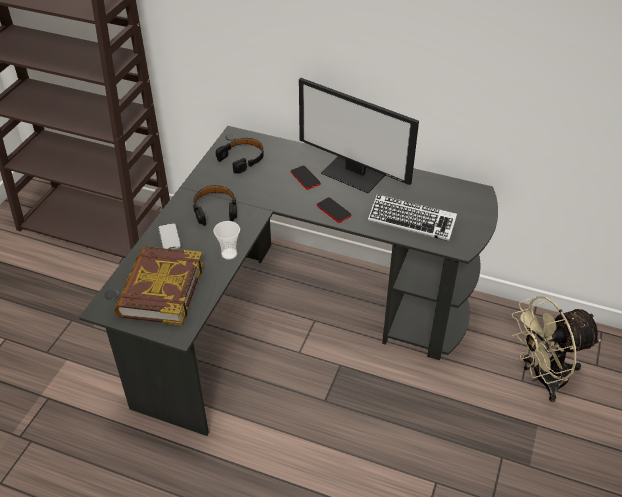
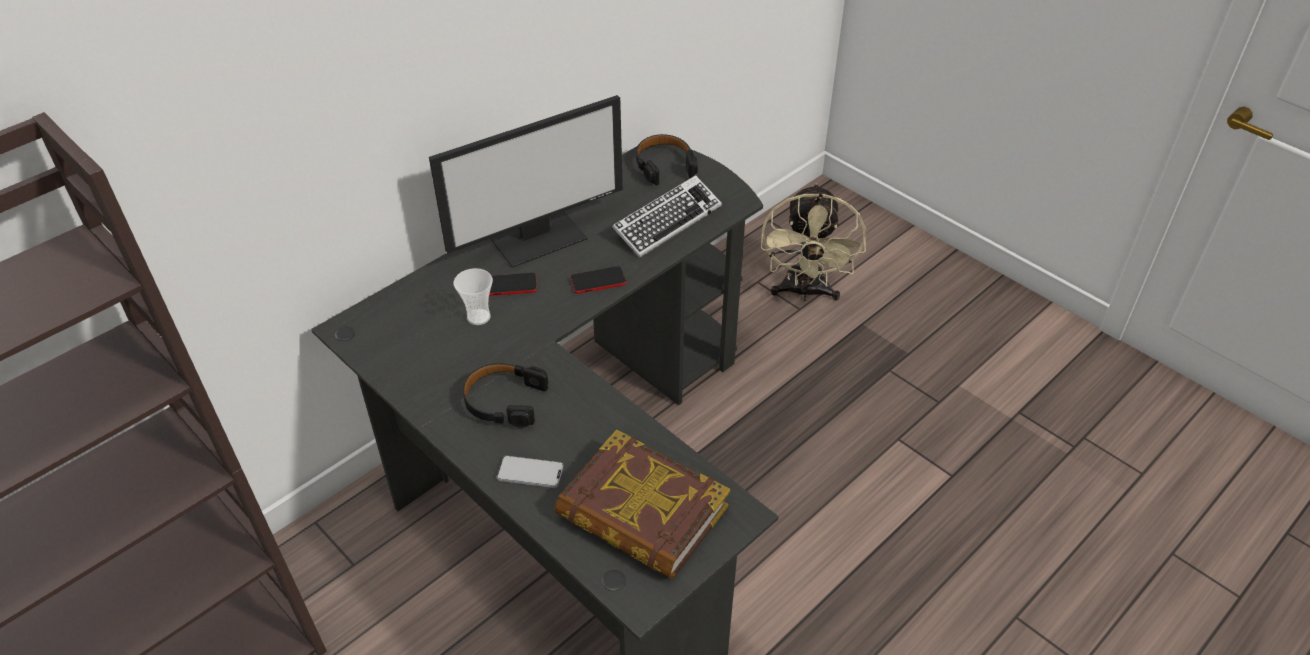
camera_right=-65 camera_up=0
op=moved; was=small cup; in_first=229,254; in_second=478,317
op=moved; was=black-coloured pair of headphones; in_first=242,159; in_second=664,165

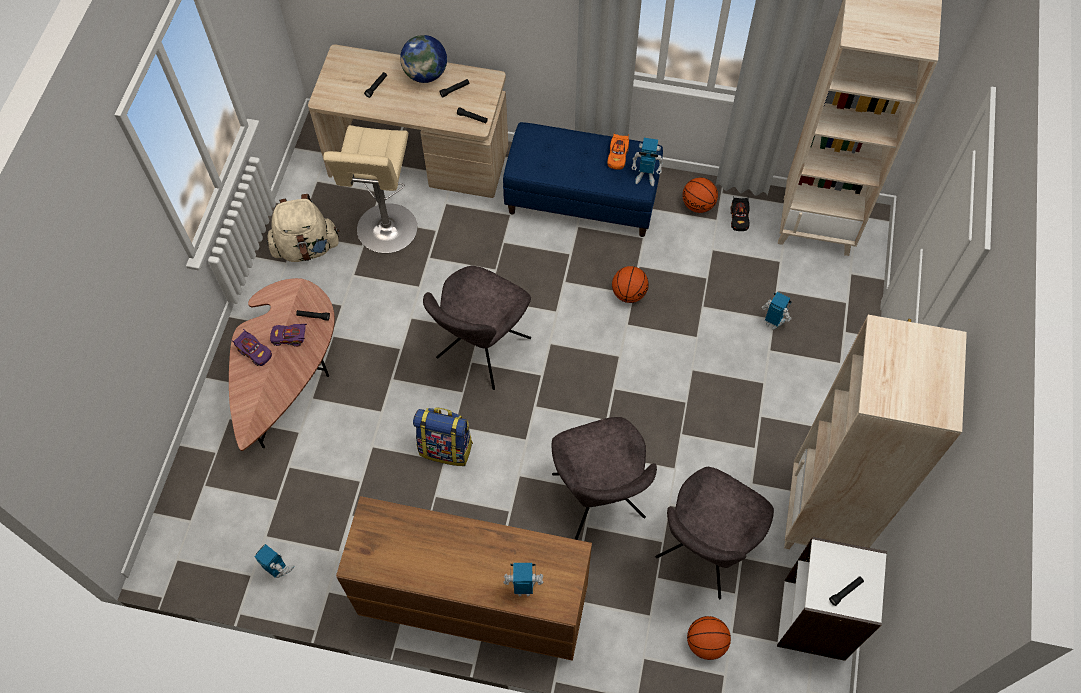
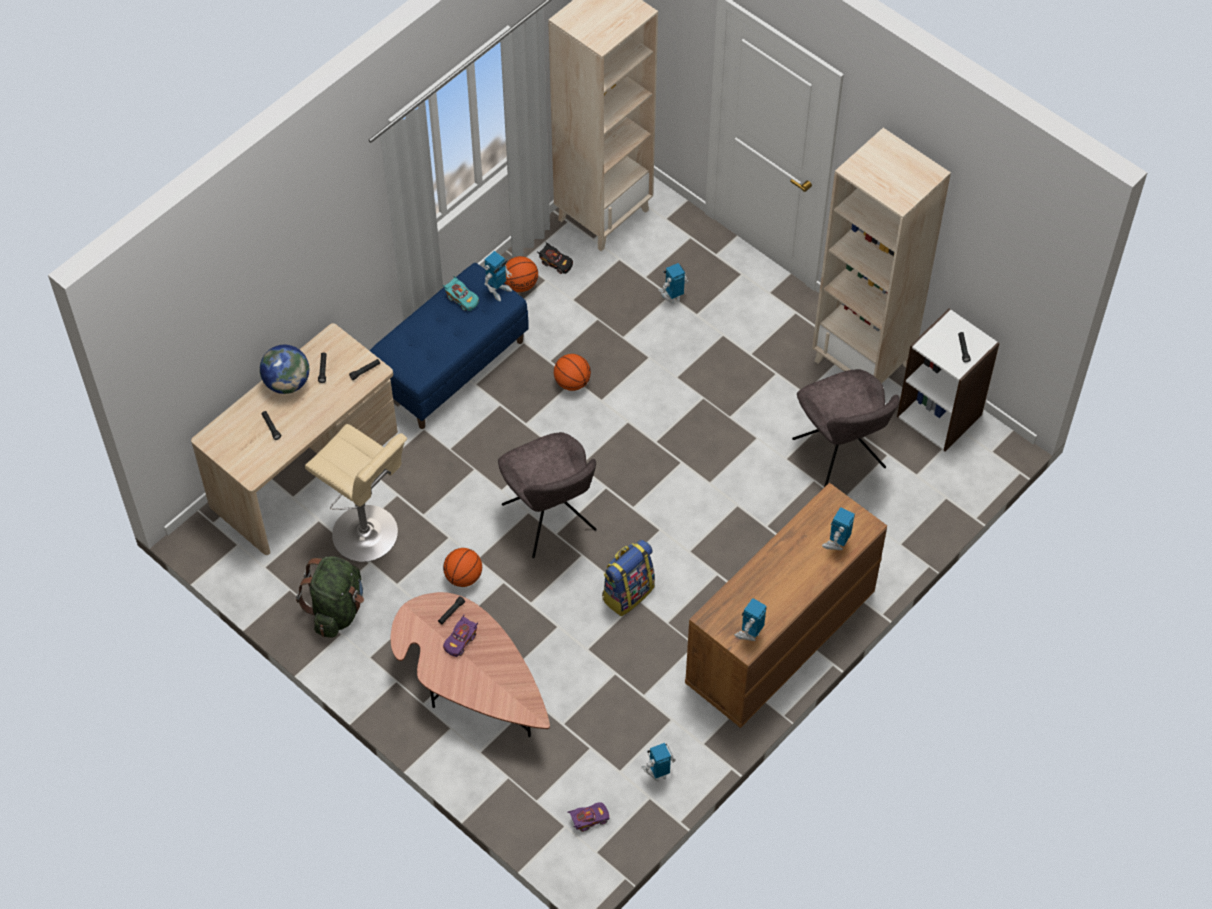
camera_right=-60 camera_up=-5
op=removed; was=grey plain chair; in_first=599,499
op=added; now=robot figure; in_second=749,633
op=moved; was=purple-coloured miniature car; in_first=254,352; in_second=589,819
op=moved; was=ball for basketball; in_first=705,643; in_second=463,577
op=recoloured; was=beige-coloured knapsack; now=green-coloured knapsack; in_first=306,247; in_second=337,609
op=recoloured; was=orange-coloured miniature car; now=turquoise-coloured miniature car; in_first=617,156; in_second=462,299

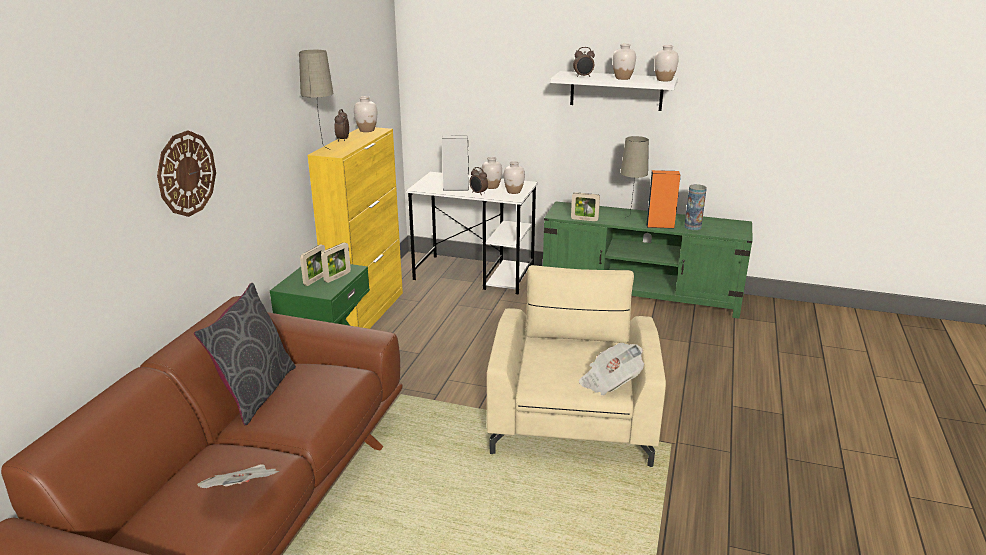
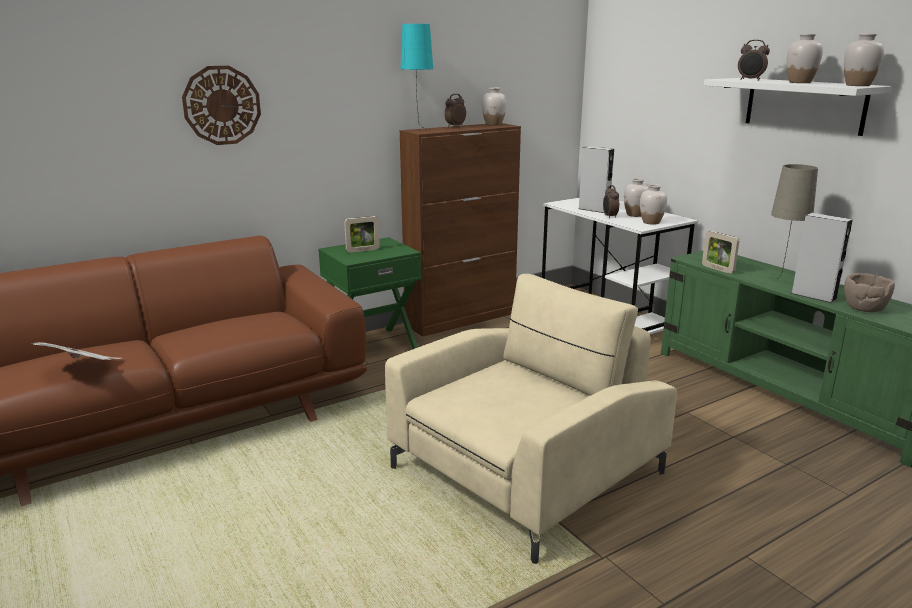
camera_right=40 camera_up=-5
op=removed; was=grey throw pillow; in_first=256,393
op=removed; was=standing frame; in_first=337,277
op=removed; was=daily paper; in_first=609,382
op=replaced; was=vase; now=brown-coloured bowl; in_first=692,227; in_second=864,308
op=recoloured; was=beige-coloured table lamp; now=turquoise-coloured table lamp; in_first=322,151; in_second=417,129
op=recoloured; was=yellowish storage cabinet; now=brown-coloured storage cabinet; in_first=367,313; in_second=461,319
op=recoloured; was=orange-coloured loudspeaker; now=grey loudspeaker; in_first=660,226; in_second=813,296

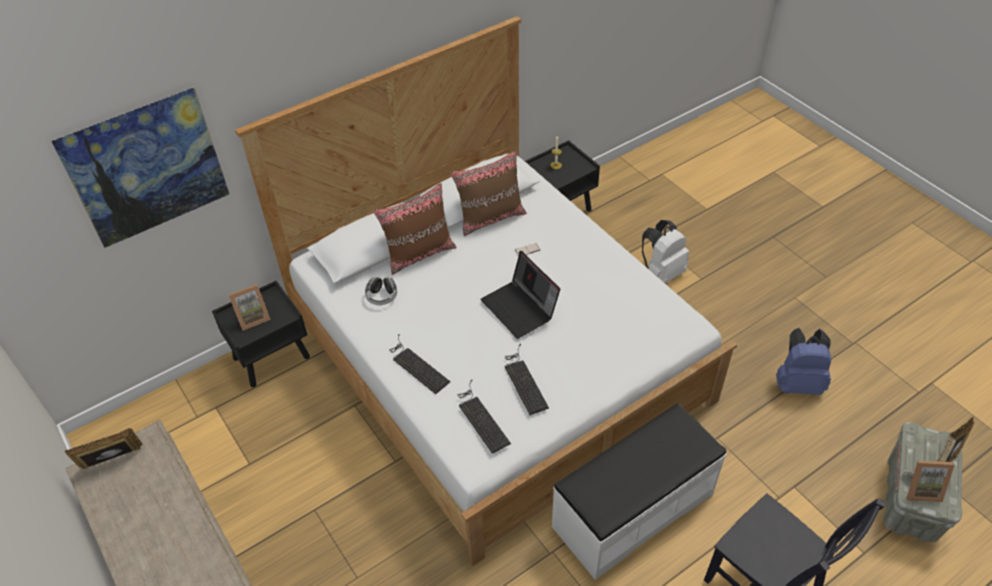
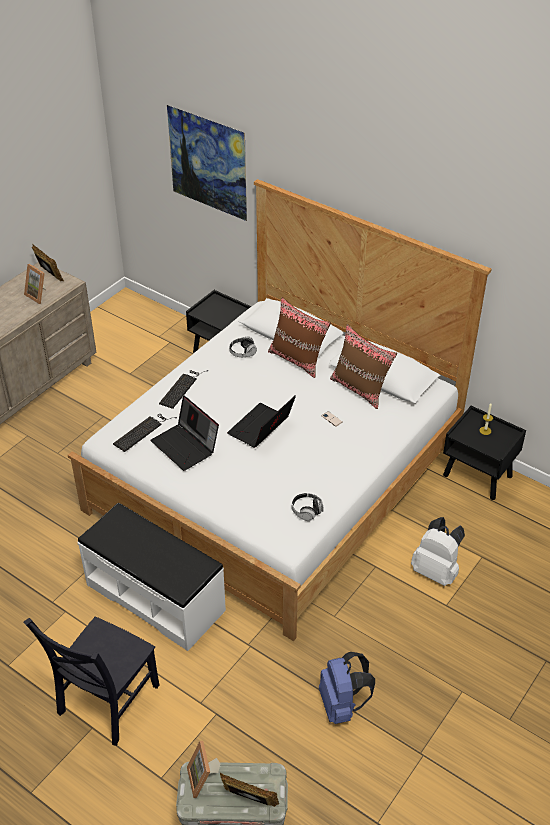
camera_right=70 camera_up=-5
op=added; now=pair of headphones; in_second=306,511
op=moved; was=standing frame; in_first=252,317; in_second=39,295
op=replaced; was=PC keyboard; now=notebook computer; in_first=524,380; in_second=186,446

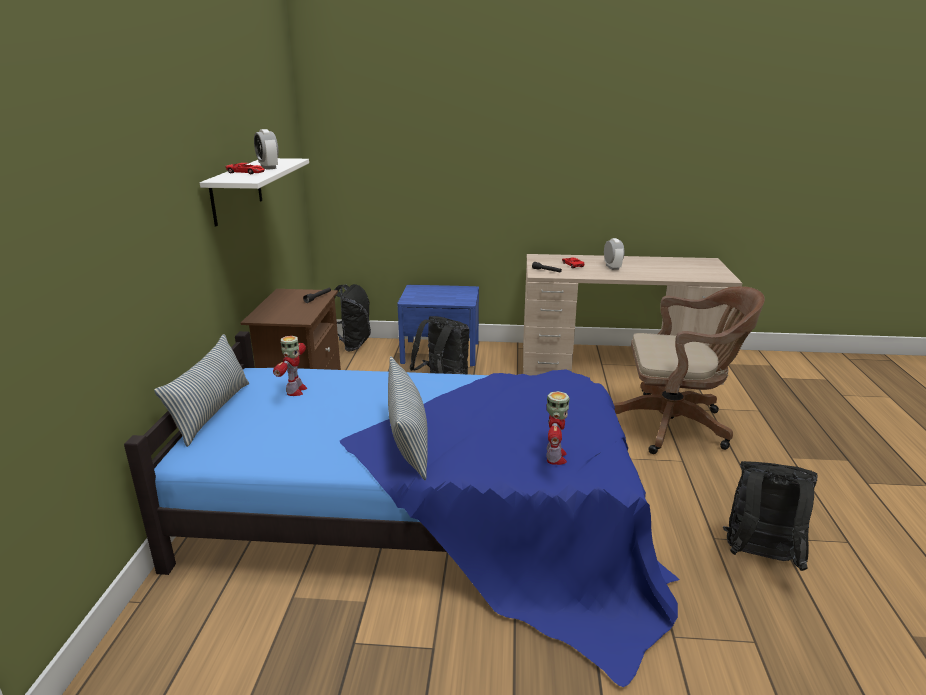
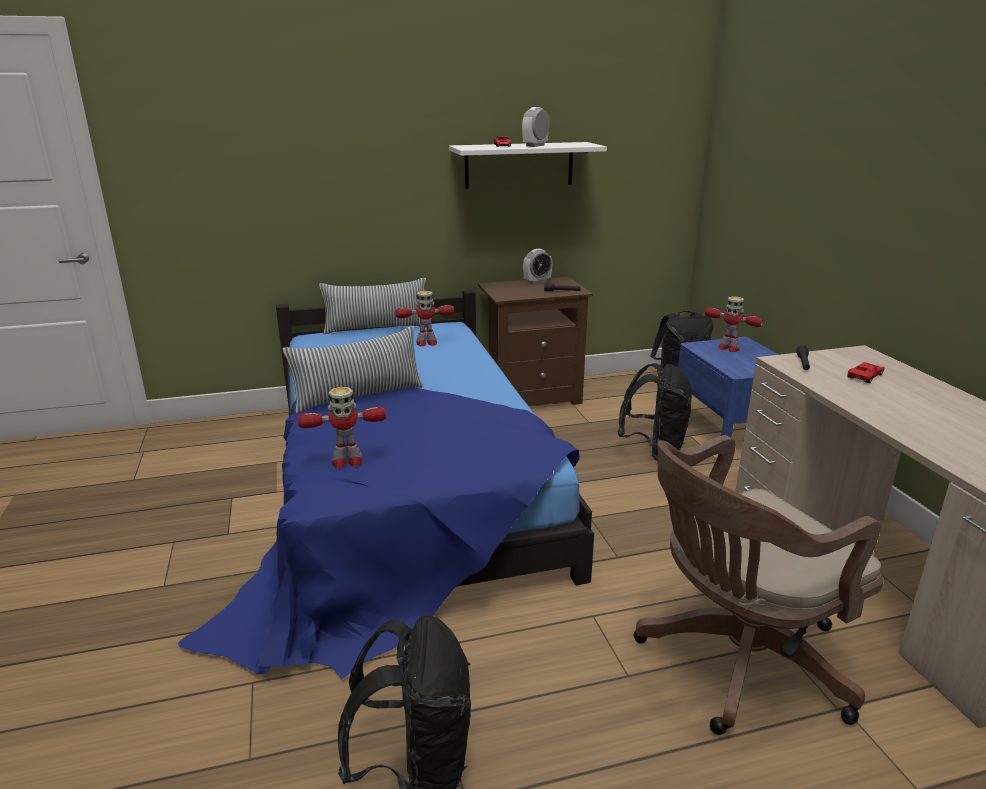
camera_right=70 camera_up=0
op=added; now=robot figure; in_second=728,348
op=moved; was=bedside clock; in_first=612,267; in_second=537,281
op=turned; was=brown-coloured desk chair; in_first=675,425; in_second=735,662; clockwise=75

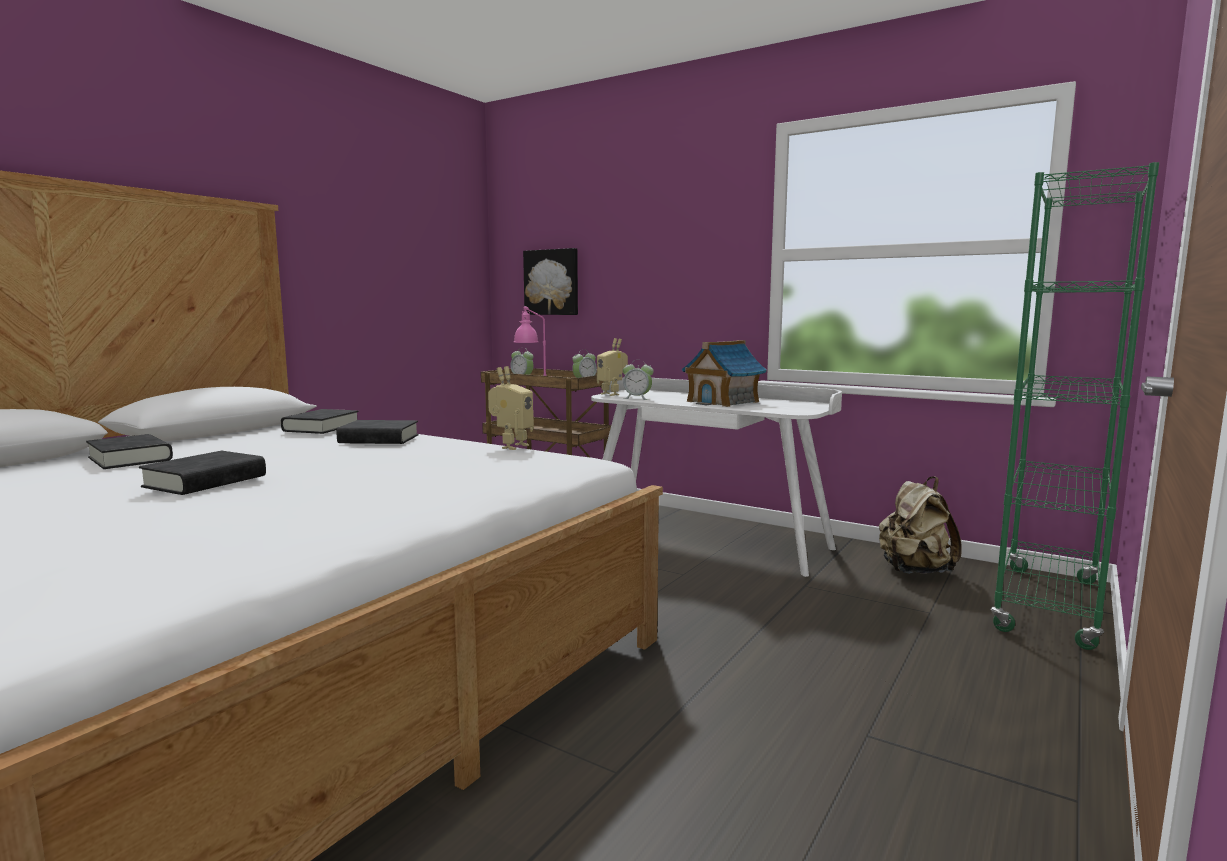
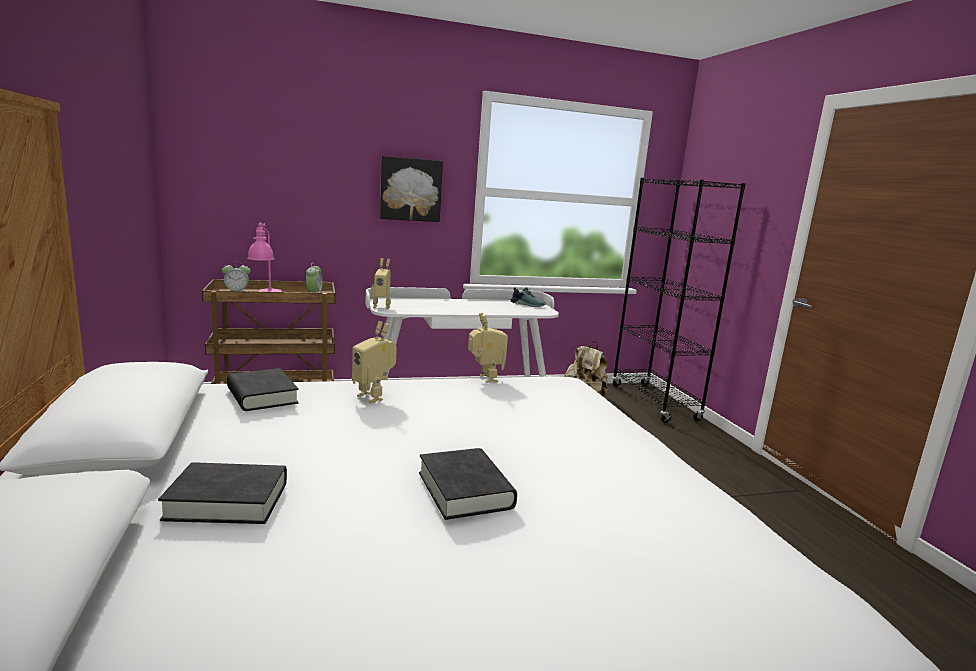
camera_right=-50 camera_up=5
op=removed; was=bedside clock; in_first=637,398
op=removed; was=toy house; in_first=723,401
op=added; now=shoe; in_second=528,304
op=moved; was=wall picture; in_first=552,282; in_second=410,189
op=replaced; was=black-coloured book; now=robot figure; in_first=379,439; in_second=373,397
op=recoloured; was=green-coloured bookshelf; now=black-coloured bookshelf; in_first=1048,606; in_second=654,402

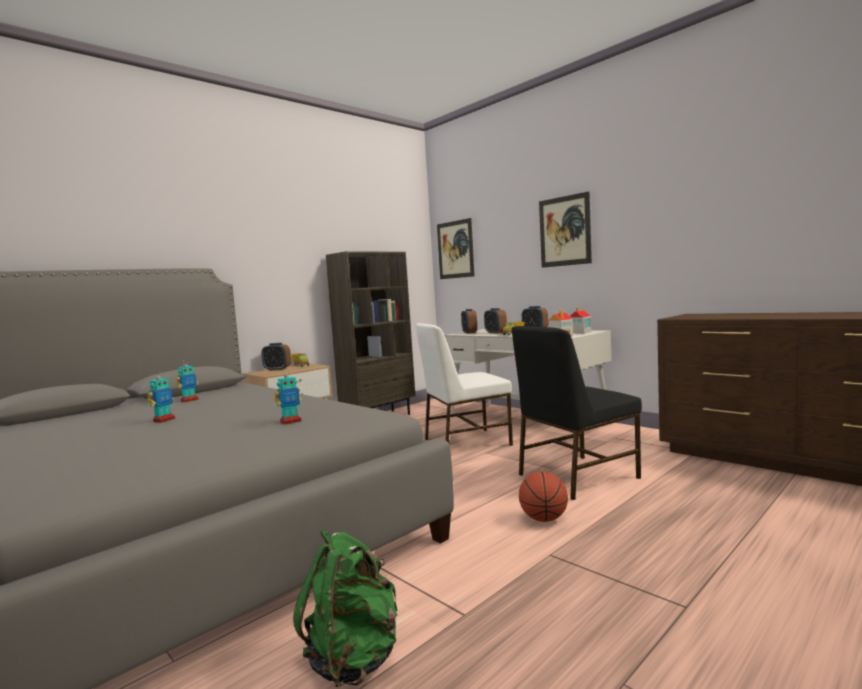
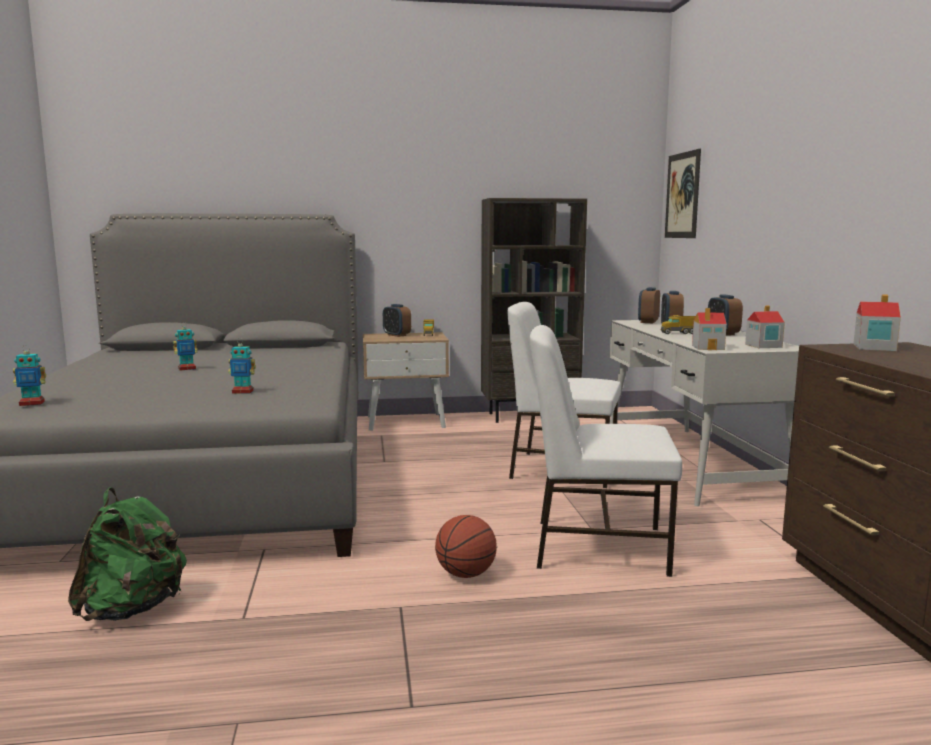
camera_right=35 camera_up=5
op=removed; was=wall picture; in_first=564,231
op=added; now=toy house; in_second=873,347
op=moved; was=robot figure; in_first=189,400; in_second=32,403
op=recoloured; was=black-coloured plain chair; now=whitish plain chair; in_first=575,476; in_second=597,546

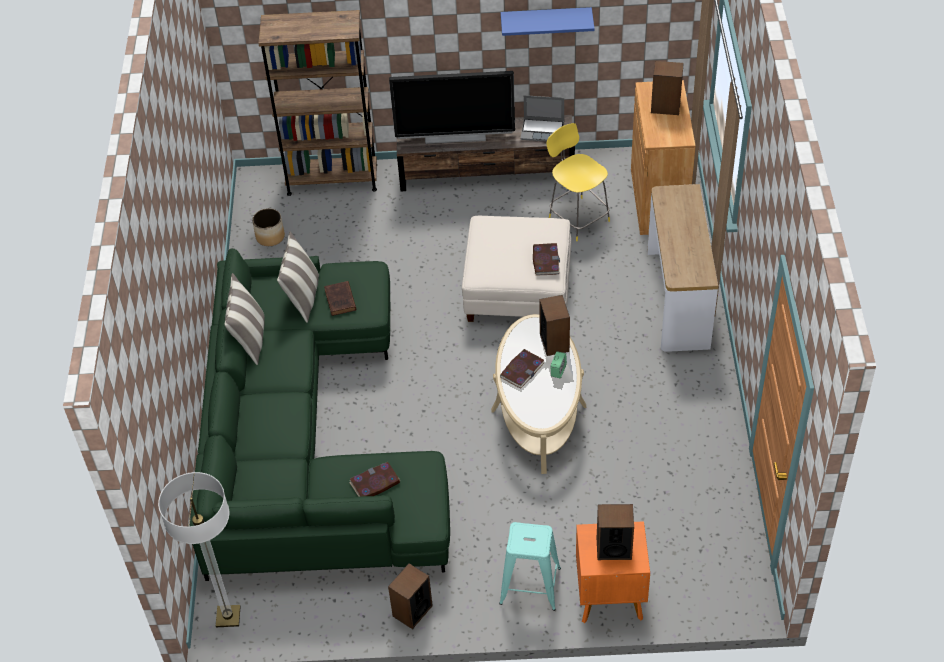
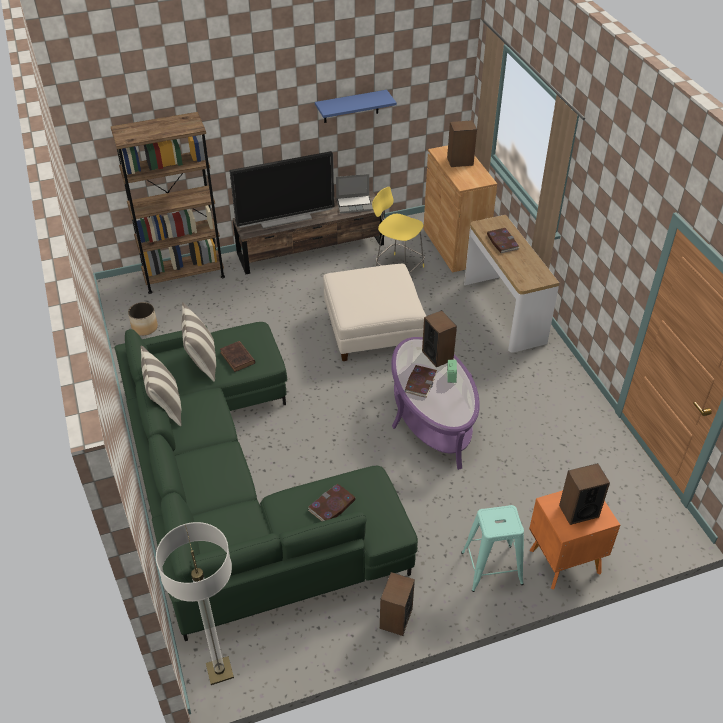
camera_right=-20 camera_up=-5
op=moved; was=book; in_first=545,261; in_second=502,242
op=recoloured; was=beige-coloured coffee table; now=purple-coloured coffee table; in_first=538,408; in_second=431,417

